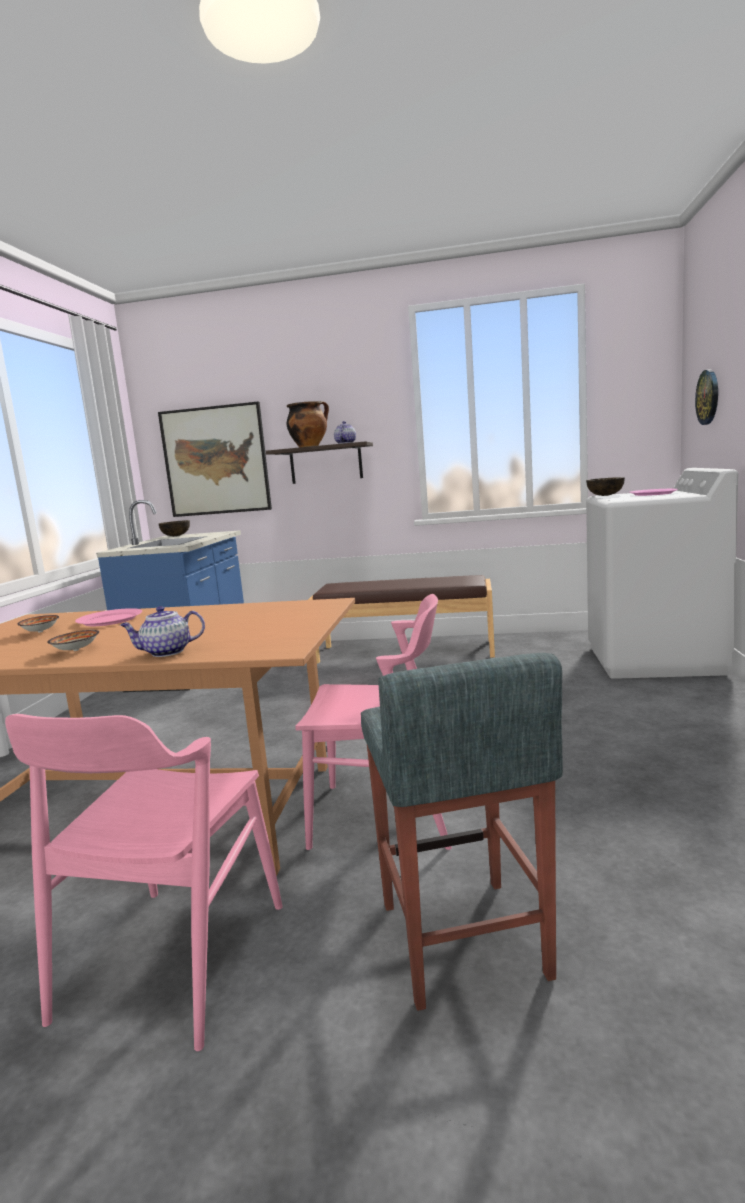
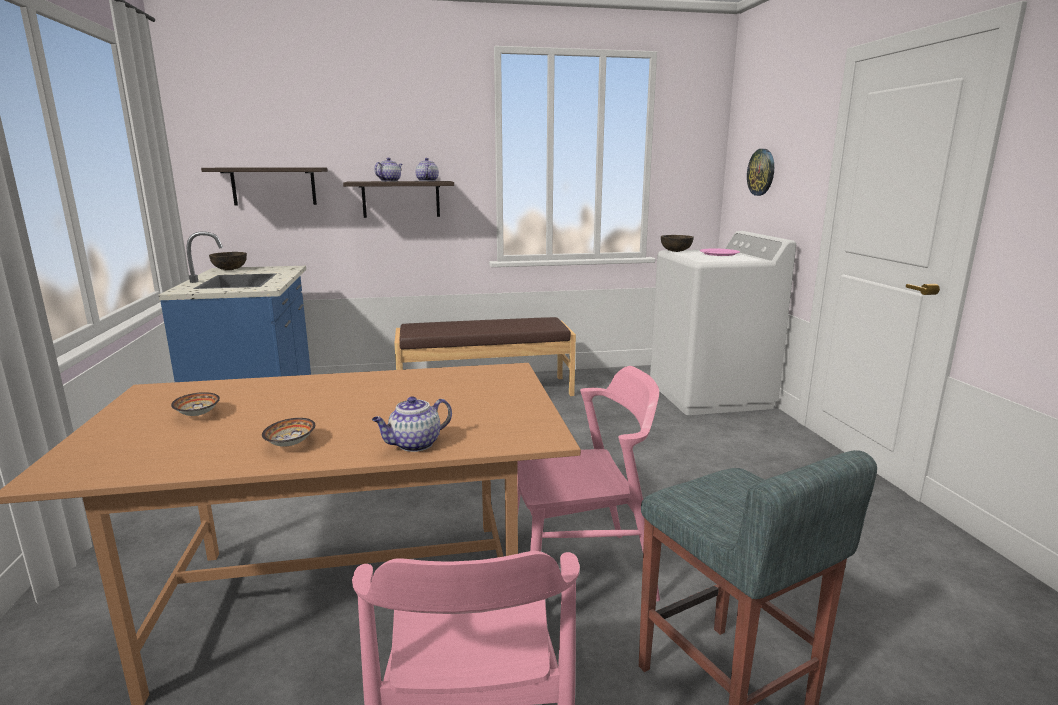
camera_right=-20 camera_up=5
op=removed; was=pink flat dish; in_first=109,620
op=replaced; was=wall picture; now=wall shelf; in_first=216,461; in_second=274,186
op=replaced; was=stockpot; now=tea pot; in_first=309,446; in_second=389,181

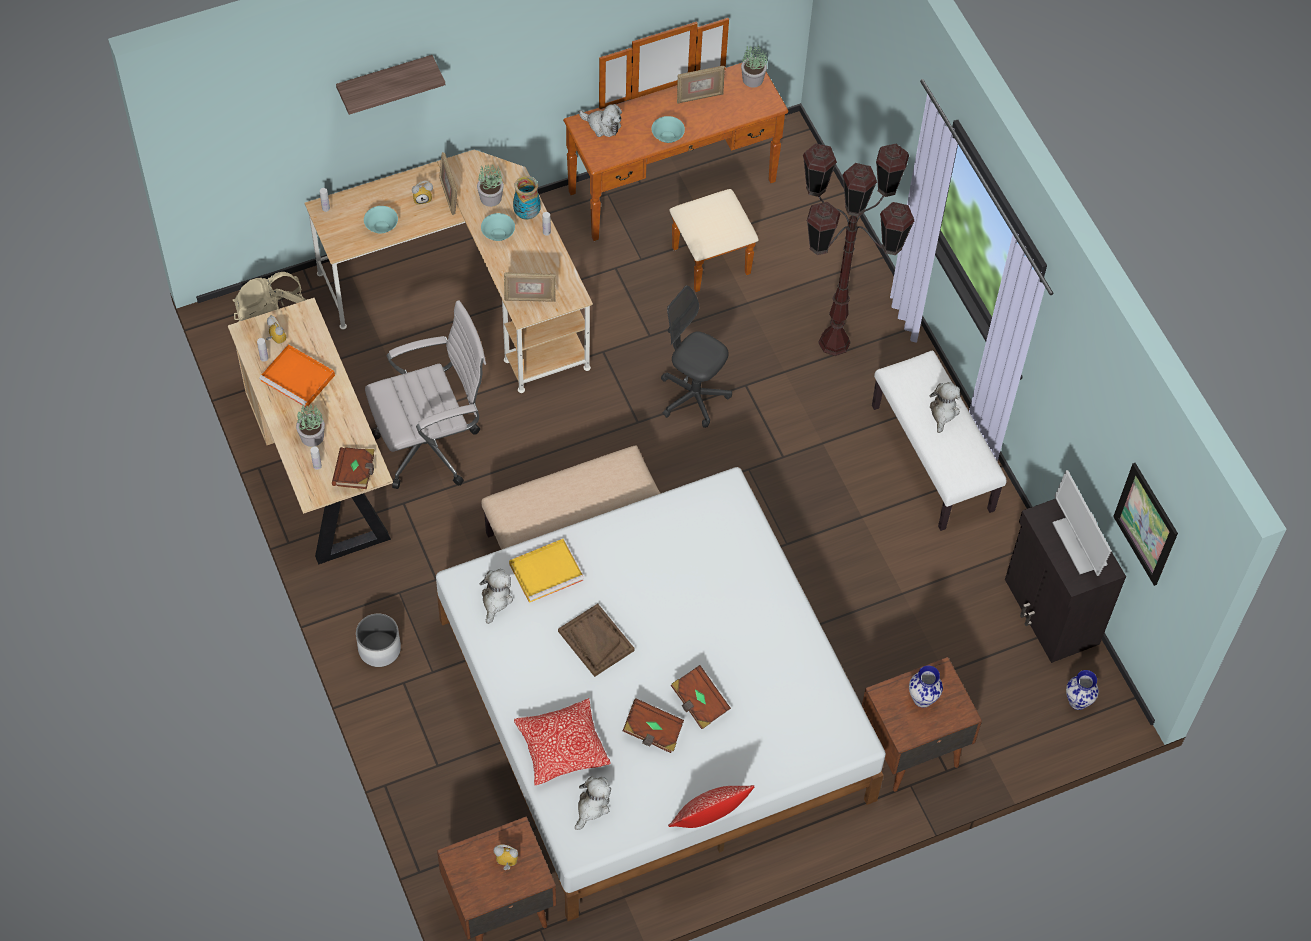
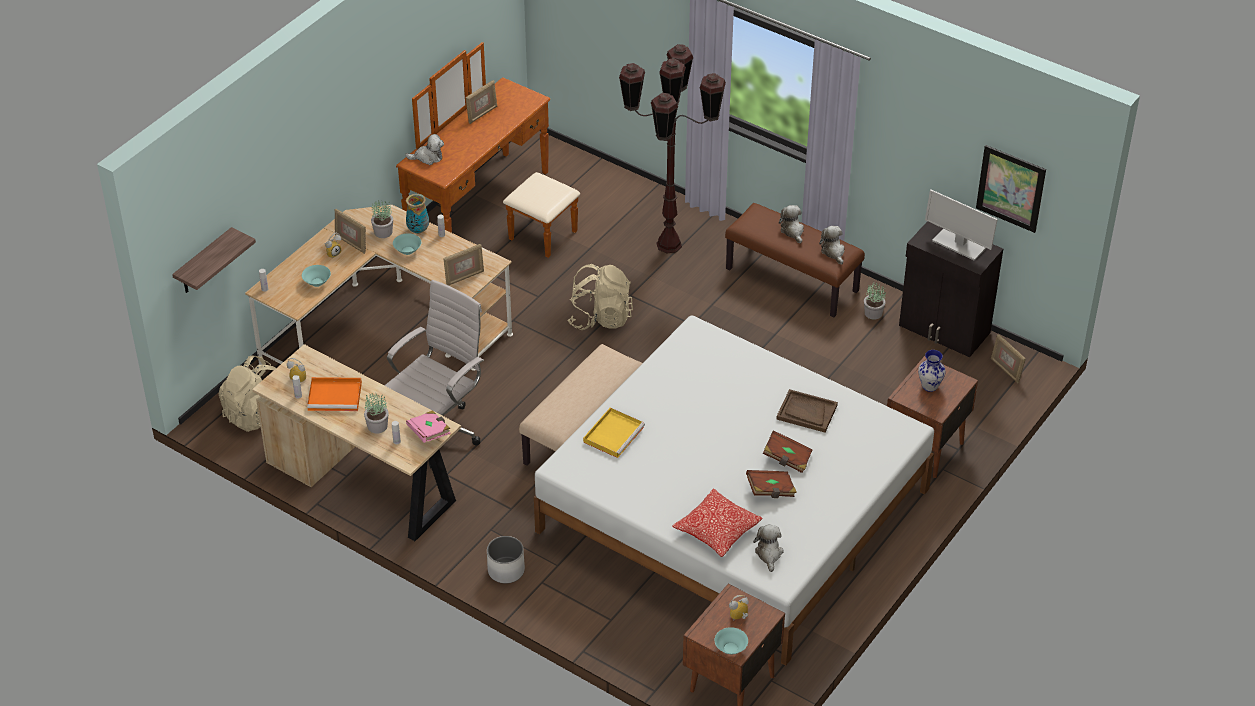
camera_right=-30 camera_up=-15
op=removed; was=throw pillow; in_first=709,819
op=moved; was=wall shelf; in_first=385,82; in_second=204,263
op=moved; was=plush toy; in_first=496,599; in_second=833,252
op=moved; was=brown-coloured tray; in_first=595,641; in_second=806,412
op=moved; was=turquoise-coloured bowl; in_first=667,136; in_second=730,648
op=moved; was=houseplant; in_first=752,79; in_second=873,313
op=replaced; was=grey desk chair; now=beige-coloured knapsack; in_first=693,397; in_second=600,318
op=replaced; was=vase; now=standing frame; in_first=1078,701; in_second=1005,370
op=recoloured; was=brown-coloured book; now=pink book; in_first=355,473; in_second=429,433
op=recoloured; was=whitish long seat; now=brown-coloured long seat; in_first=933,458; in_second=792,280

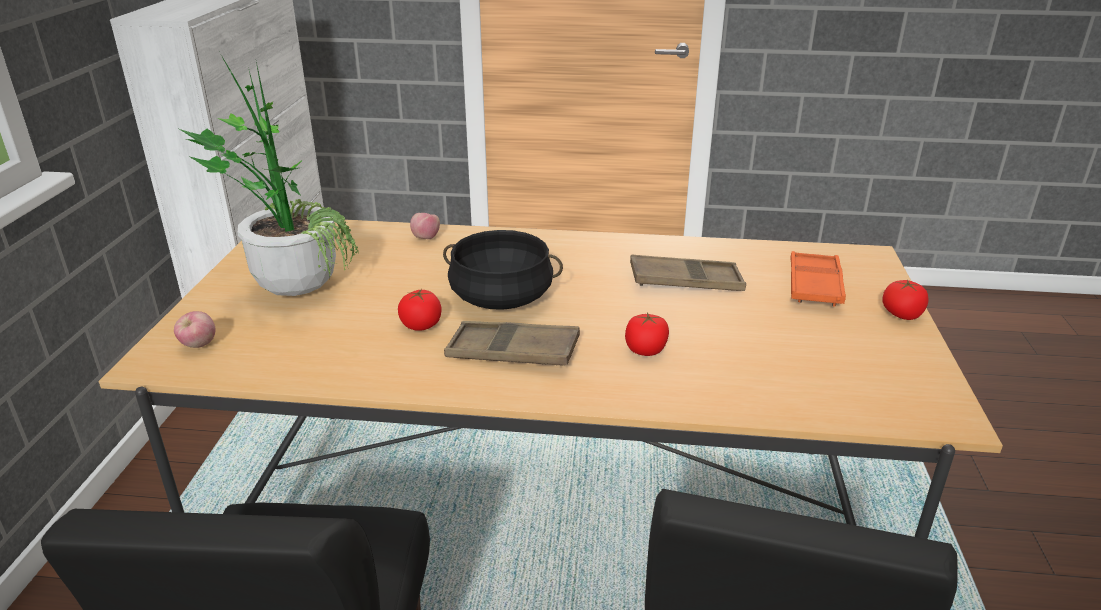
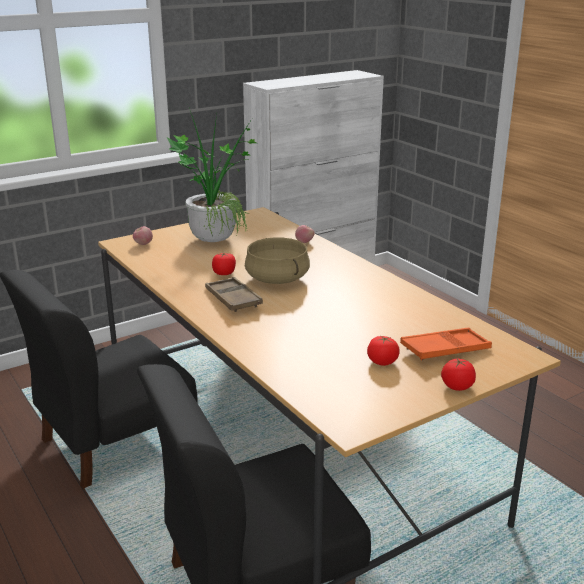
camera_right=50 camera_up=-5
op=removed; was=brown-coloured tray; in_first=685,281
op=moved; was=tomato; in_first=645,350; in_second=382,361
op=recoloured; was=black-coloured stockpot; now=beige-coloured stockpot; in_first=502,297; in_second=278,279

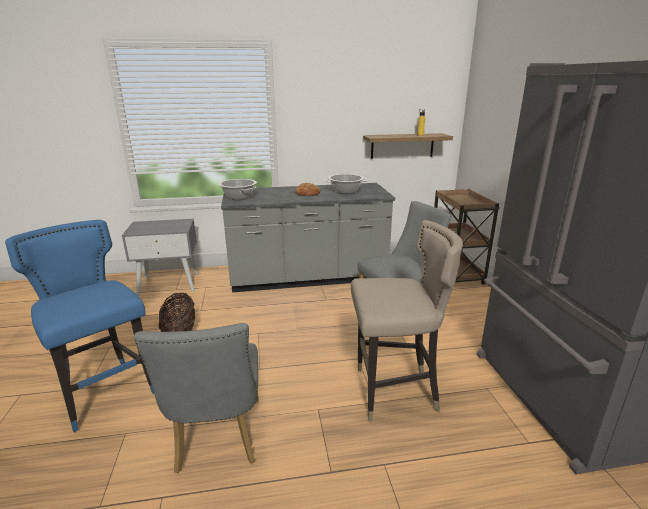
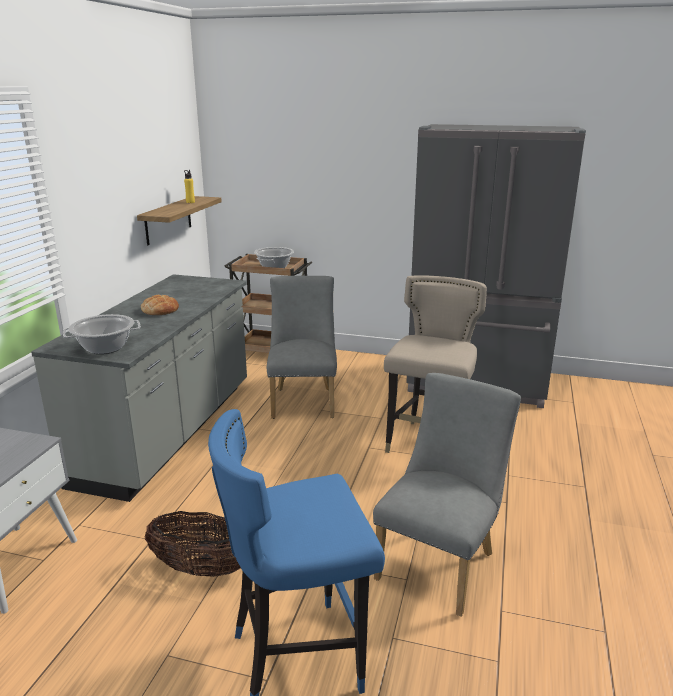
camera_right=-65 camera_up=0
op=moved; was=stockpot; in_first=345,191; in_second=274,267
op=turned; was=grey plain chair; in_first=218,440; in_second=440,561; clockwise=-75

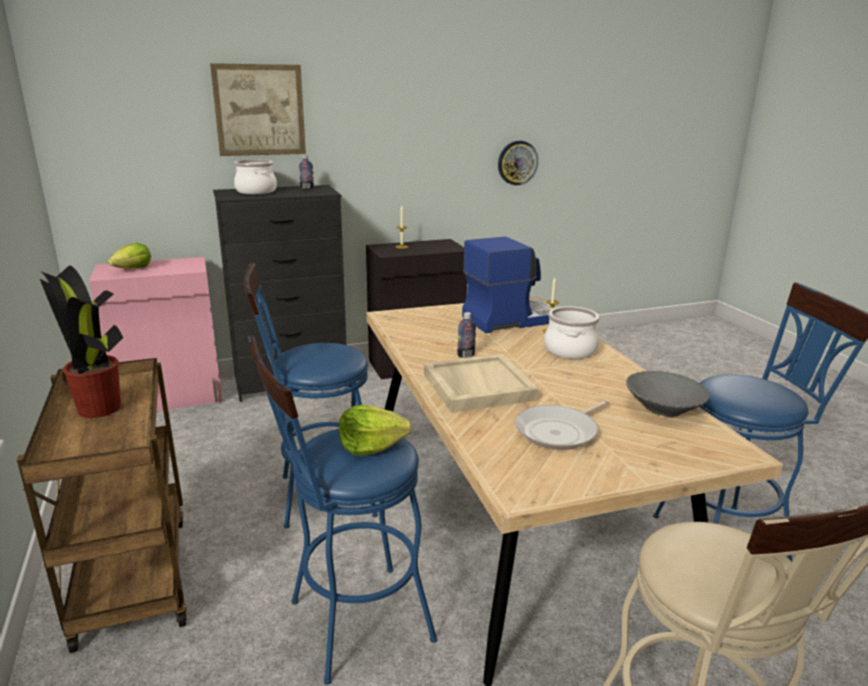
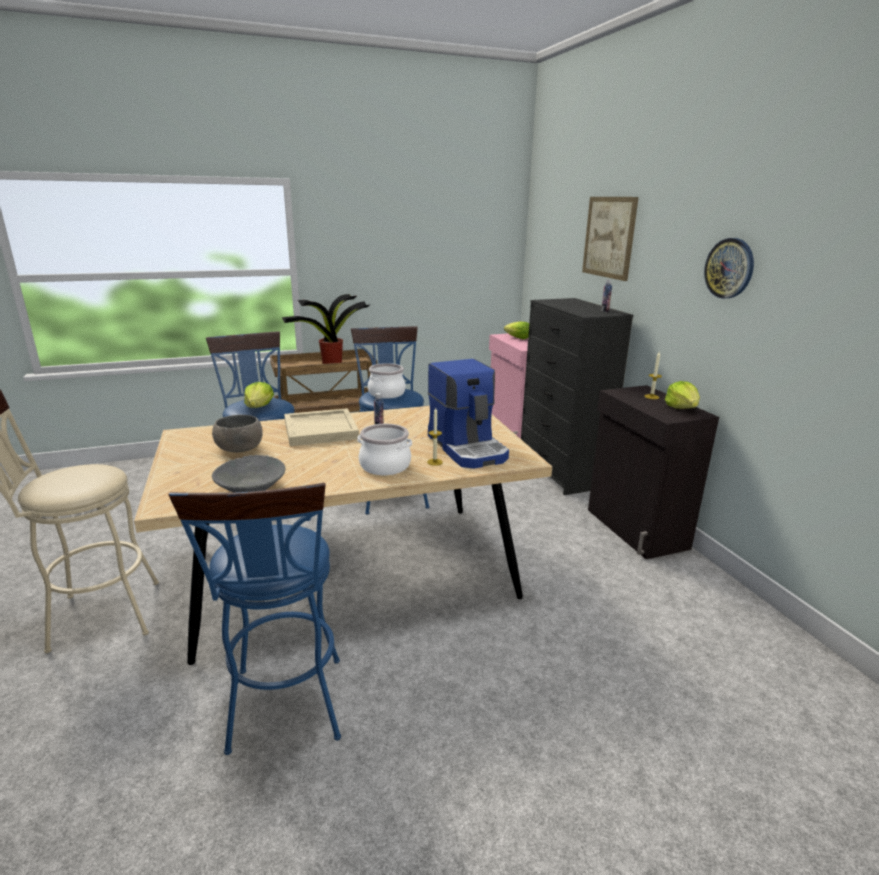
camera_right=90 camera_up=0
op=added; now=lettuce head; in_second=682,408
op=moved; was=stockpot; in_first=256,191; in_second=386,393
op=moved; was=clock on the wall; in_first=517,163; in_second=729,268
op=replaced; was=frying pan; now=grey bowl; in_first=559,432; in_second=239,449

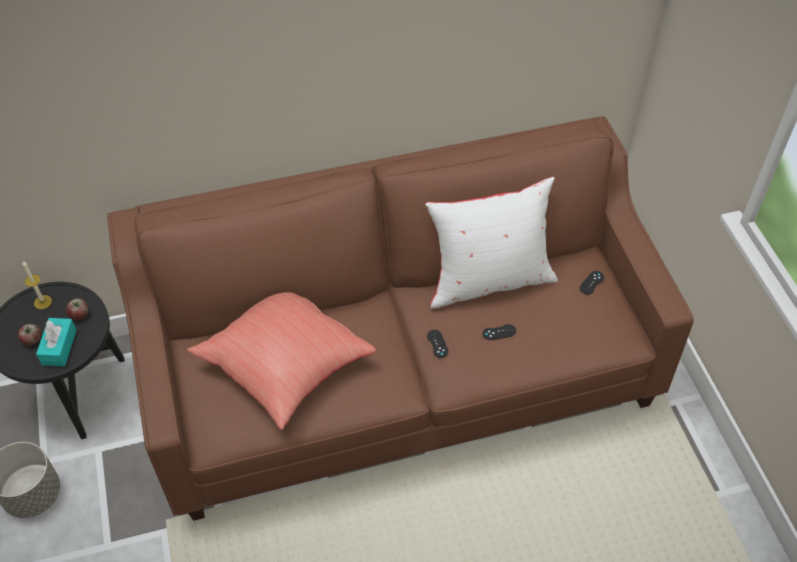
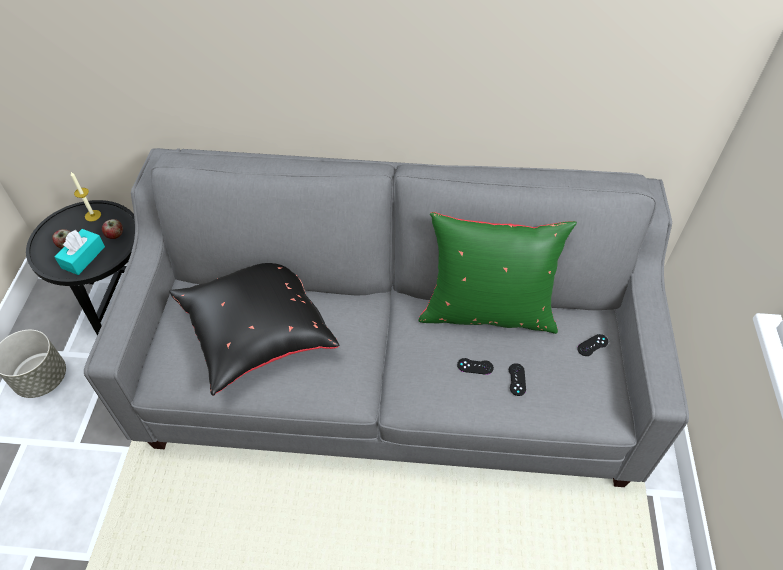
camera_right=20 camera_up=0
op=moved; was=black-coloured joypad; in_first=437,344; in_second=517,379
op=recoloured; was=brown-coloured settee; now=grey settee; in_first=398,374; in_second=391,374
op=recoloured; was=red throw pillow; now=black-coloured throw pillow; in_first=283,365; in_second=256,333
op=recoloured; was=whitish throw pillow; now=green-coloured throw pillow; in_first=488,280; in_second=487,311

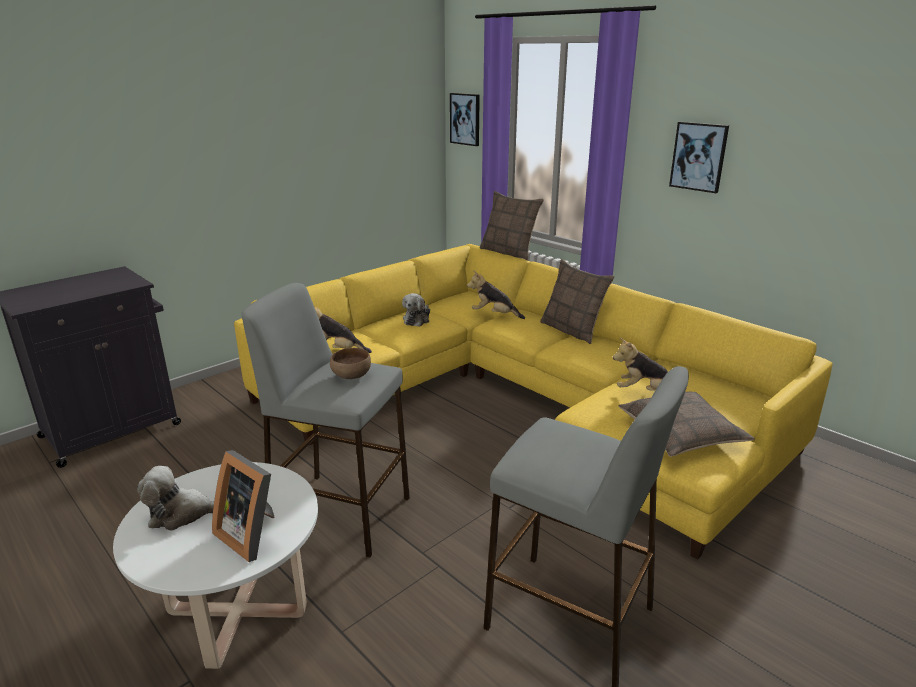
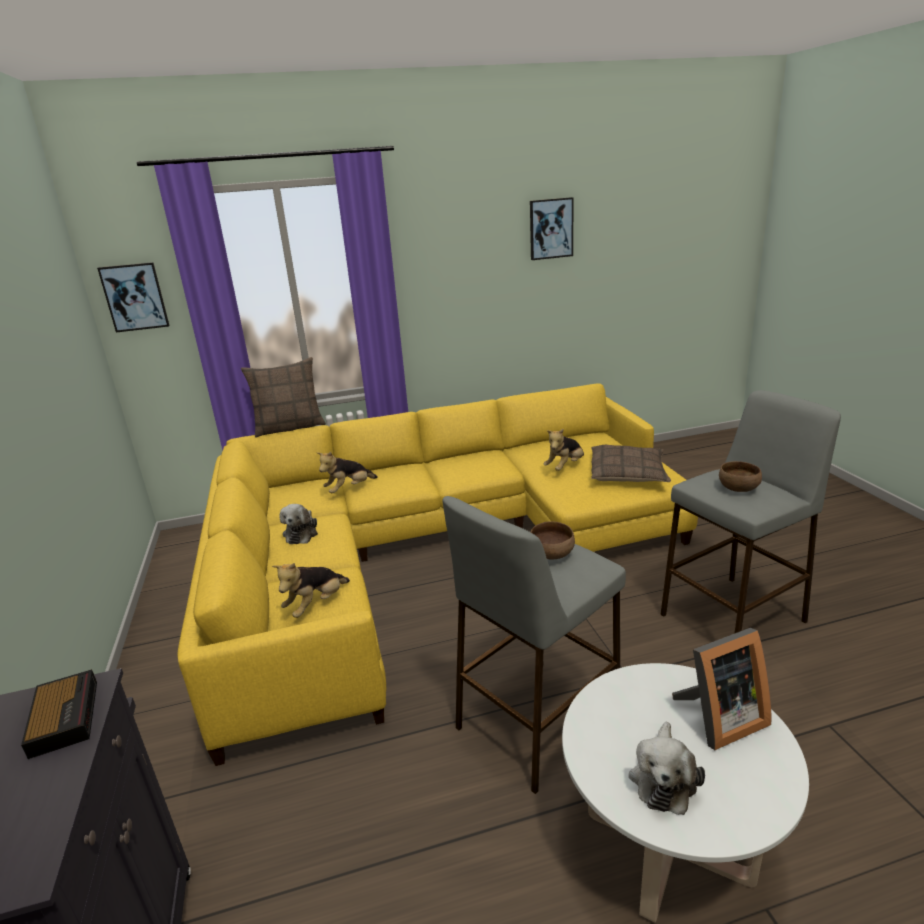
camera_right=-60 camera_up=0
op=removed; was=throw pillow; in_first=572,330
op=added; now=bedside clock; in_second=65,716
op=added; now=brown-coloured bowl; in_second=738,488
op=moved; was=wall picture; in_first=699,156; in_second=551,228
op=turned; was=plush toy; in_first=417,319; in_second=301,533; clockwise=45

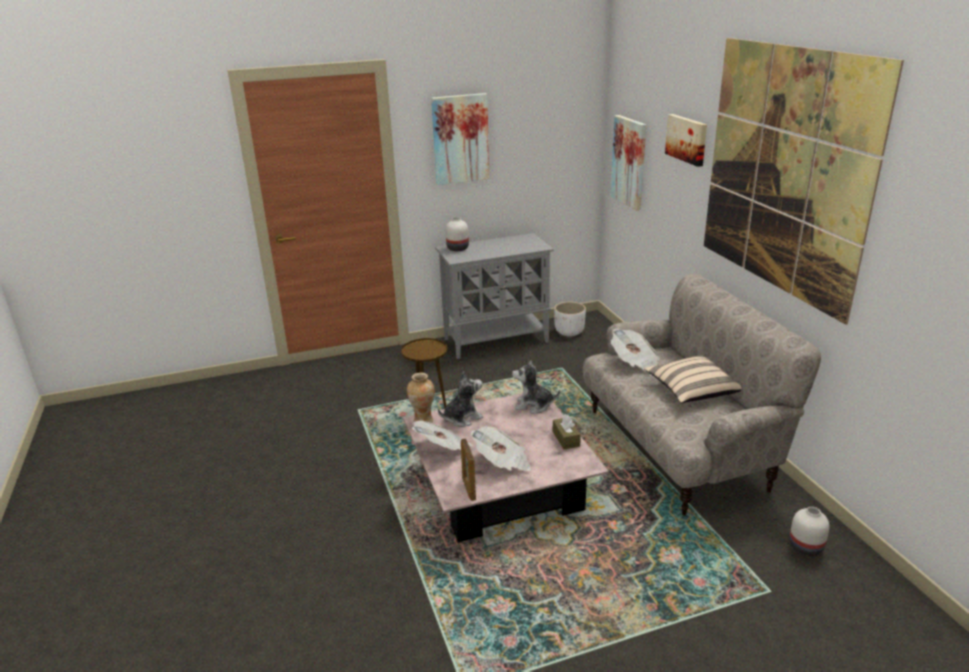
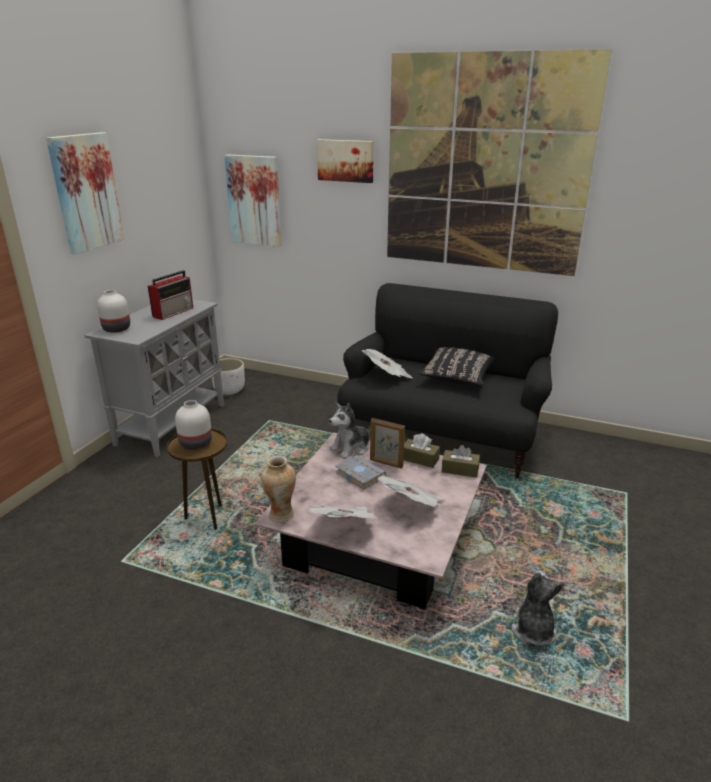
camera_right=-50 camera_up=0
op=added; now=radio; in_second=174,312
op=added; now=grey book; in_second=358,475
op=added; now=brown-coloured box of tissues; in_second=460,470
op=moved; was=plush toy; in_first=462,418; in_second=533,629
op=moved; was=standing frame; in_first=469,489; in_second=386,463
op=moved; was=whitish vase; in_first=805,548; in_second=196,444
op=recoloured; was=beige-coloured settee; now=black-coloured settee; in_first=678,447; in_second=442,436
op=recoloured; was=beige-coloured throw pillow; now=black-coloured throw pillow; in_first=691,391; in_second=456,378

